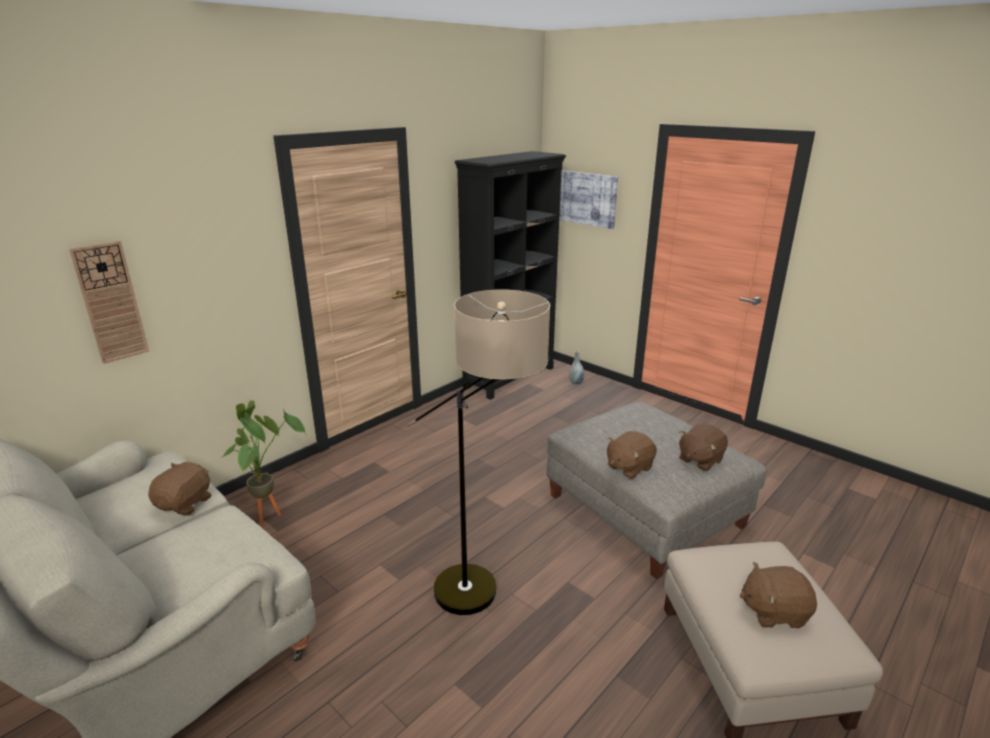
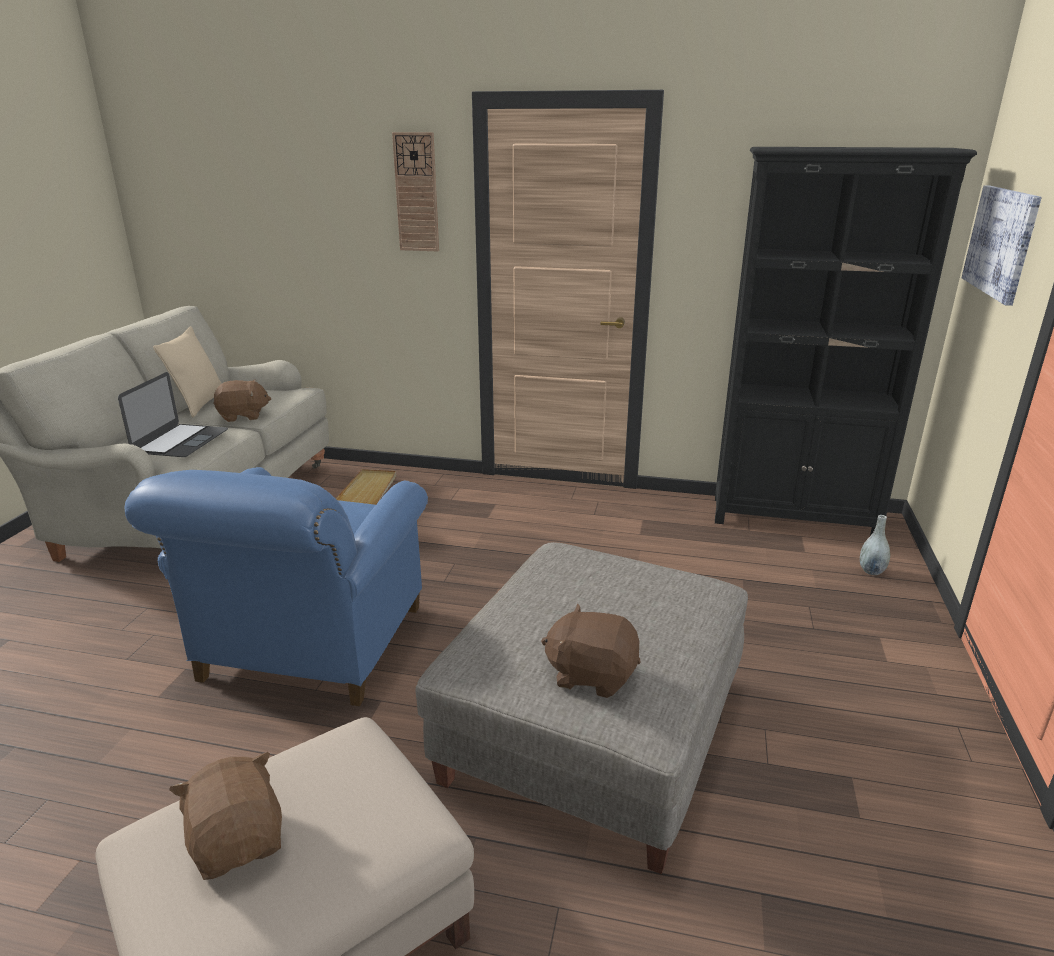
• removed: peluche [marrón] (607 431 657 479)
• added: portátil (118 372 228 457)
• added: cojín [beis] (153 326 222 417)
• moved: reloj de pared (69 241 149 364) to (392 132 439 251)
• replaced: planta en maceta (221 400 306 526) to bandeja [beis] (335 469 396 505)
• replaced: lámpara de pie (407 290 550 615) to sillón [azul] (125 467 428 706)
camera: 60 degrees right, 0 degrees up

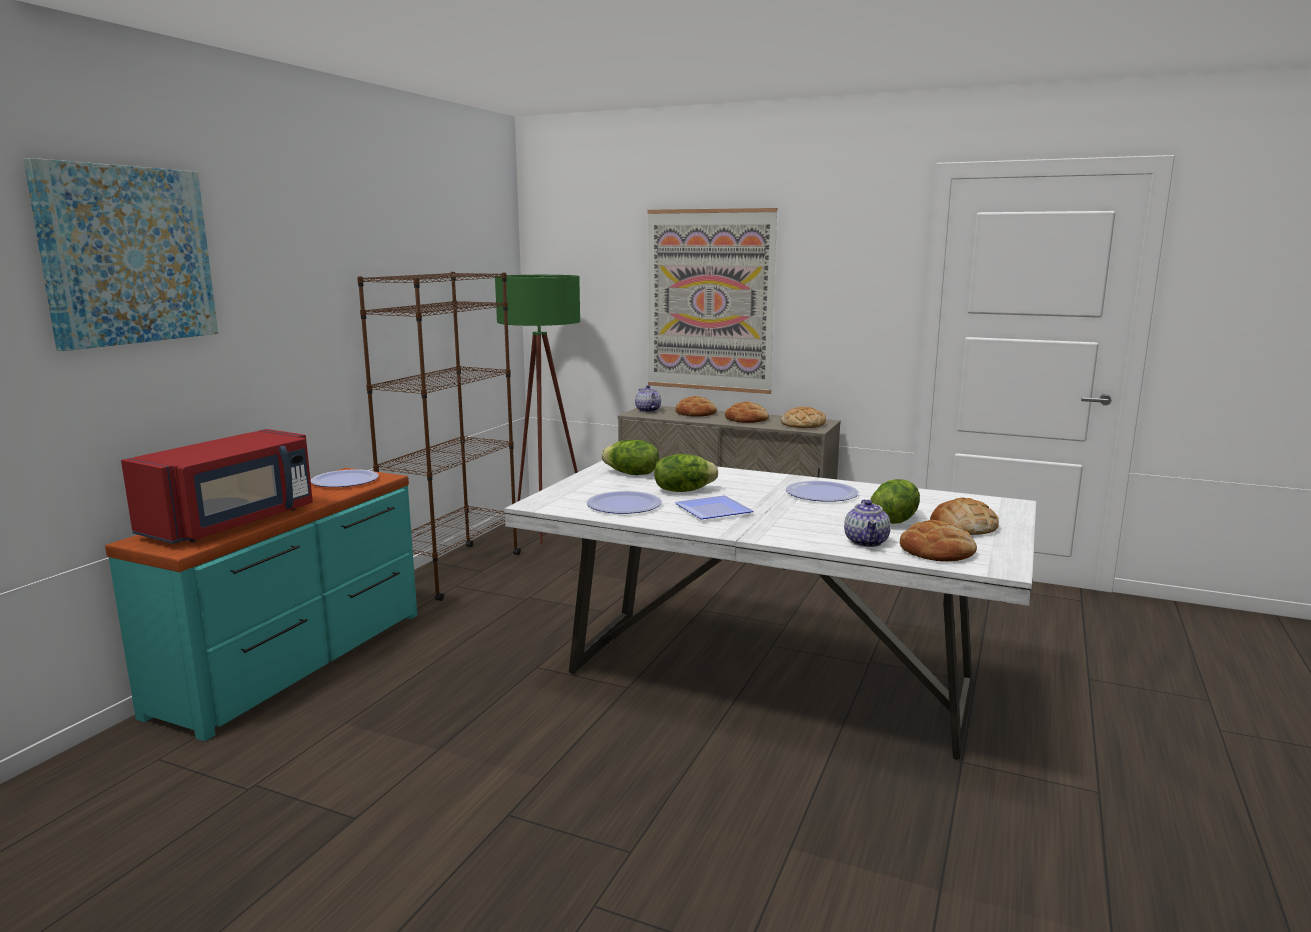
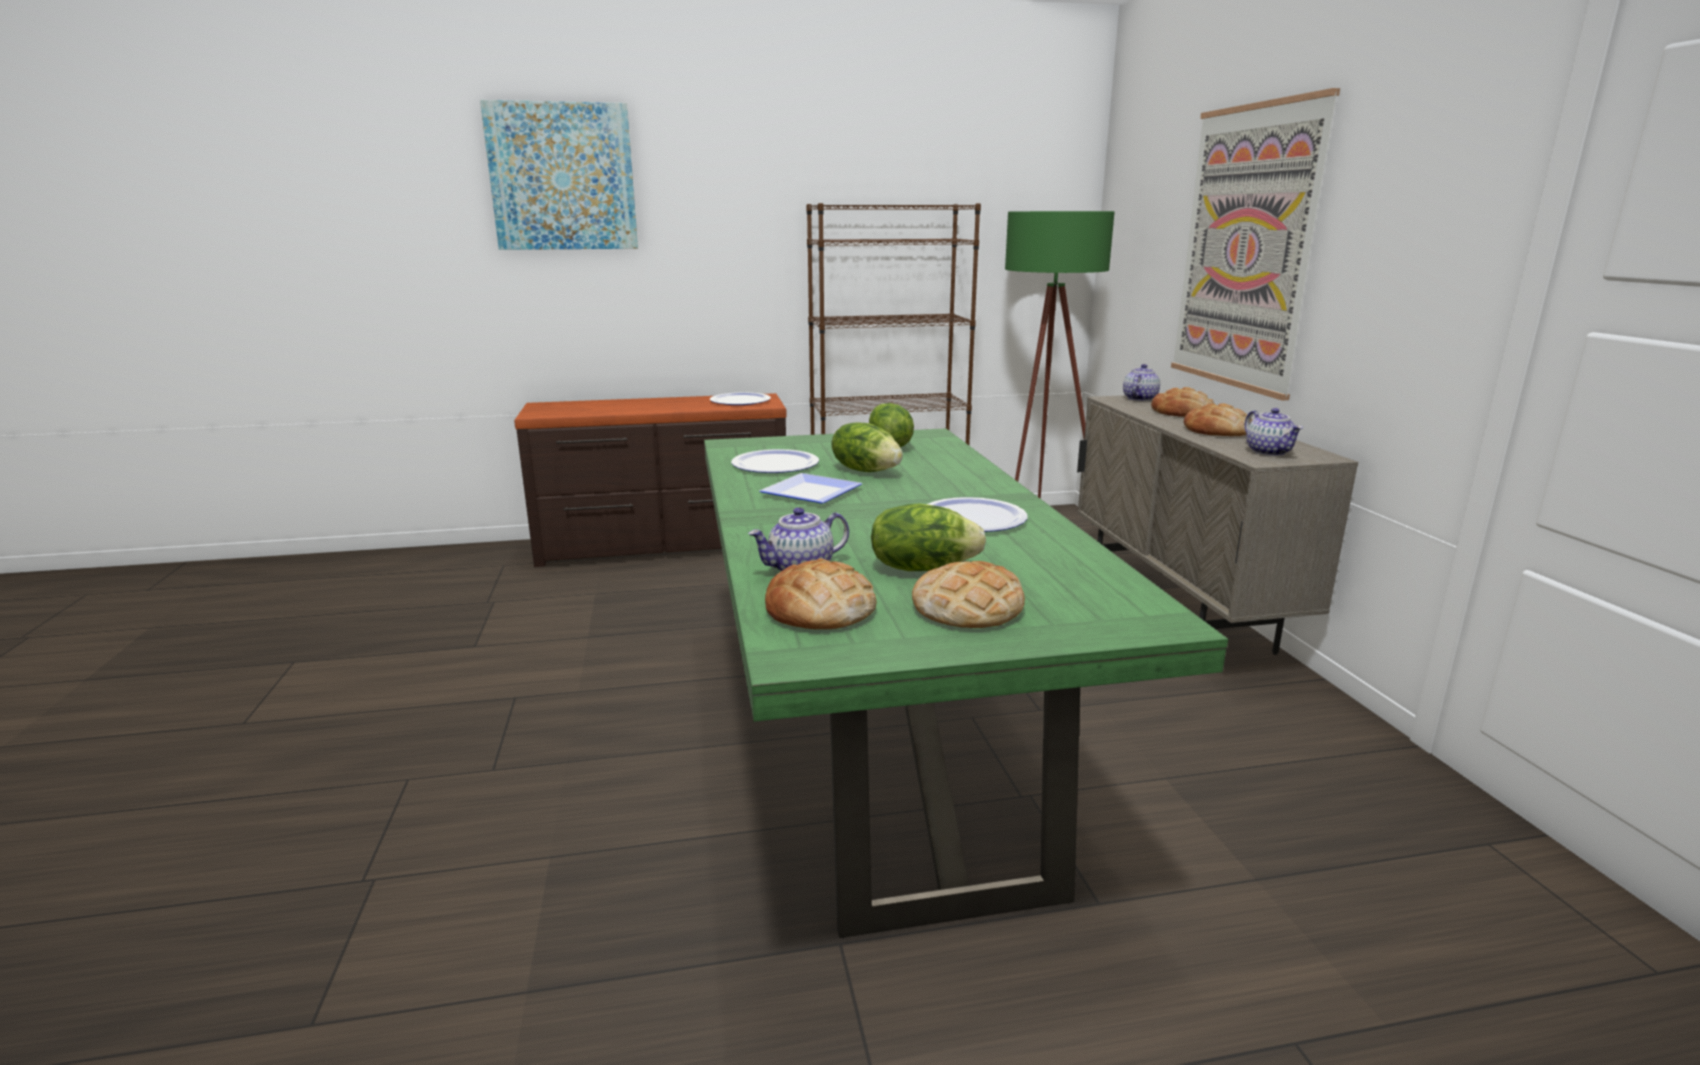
• removed: microondas [rojo] (121 429 313 544)
• replaced: pan (781 407 826 428) to tetera (1245 408 1303 456)
• recoloured: cómoda [turquesa] (105 468 417 741) to cómoda [marrón] (514 393 787 567)
• recoloured: mesa de comedor [blanco] (504 460 1036 760) to mesa de comedor [verde] (704 428 1228 938)
camera: 55 degrees right, 5 degrees up

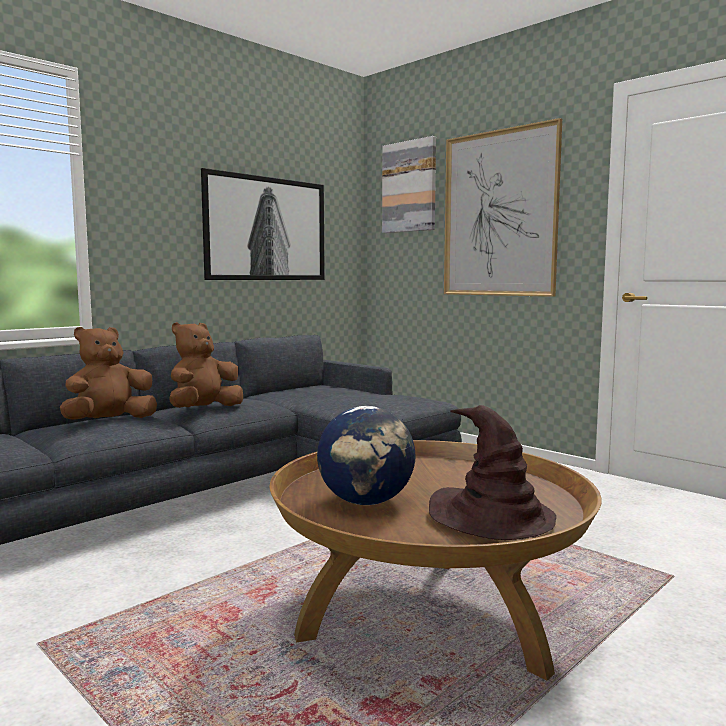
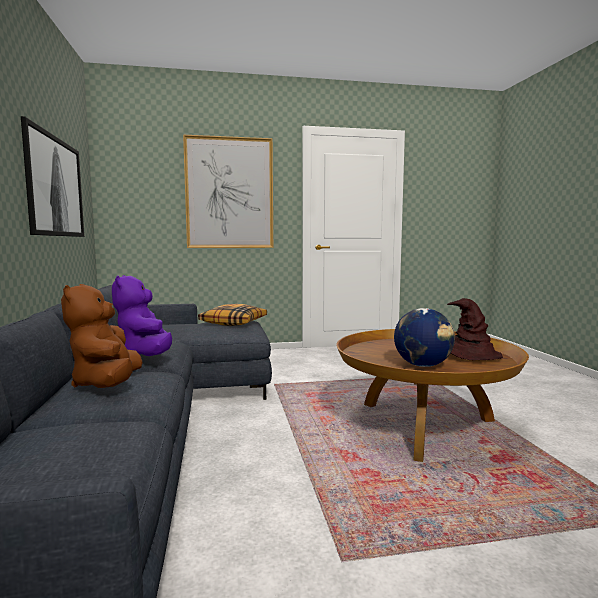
• removed: cuadro (382 136 436 233)
• added: cojín (198 304 267 326)
• recoloured: peluche [marrón] (169 322 243 408) to peluche [morado] (112 275 172 356)
camera: 55 degrees left, 0 degrees up

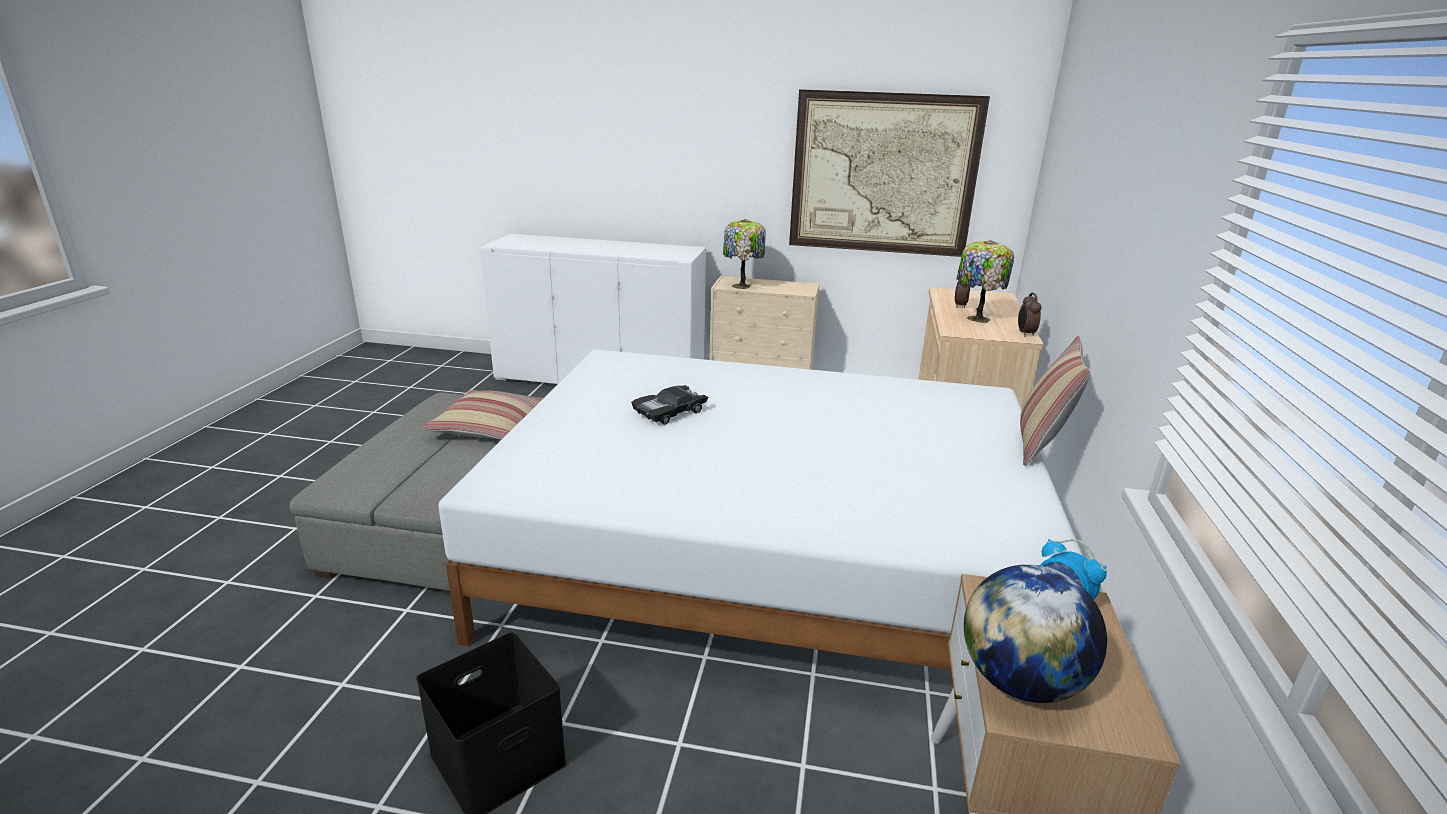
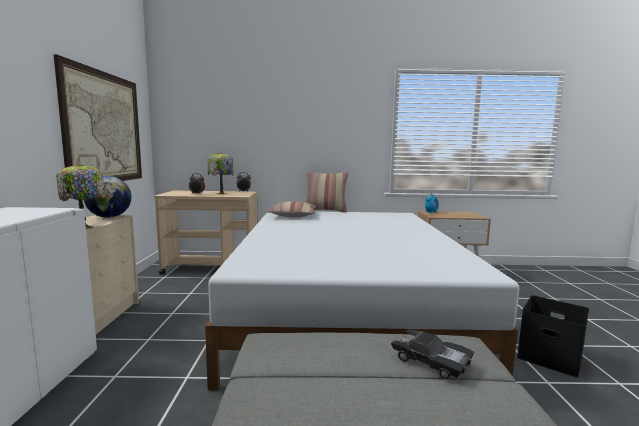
• moved: cojín (421 390 543 439) to (267 201 316 217)
• moved: coche de juguete [negro] (631 385 709 425) to (391 329 474 379)
• moved: globo terráqueo (964 564 1107 703) to (83 176 131 218)
camera: 100 degrees left, 15 degrees down

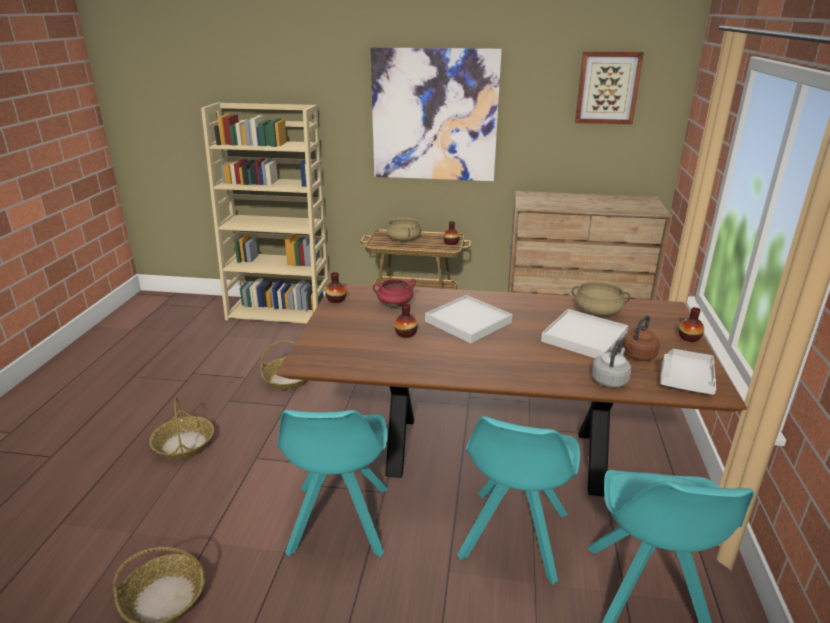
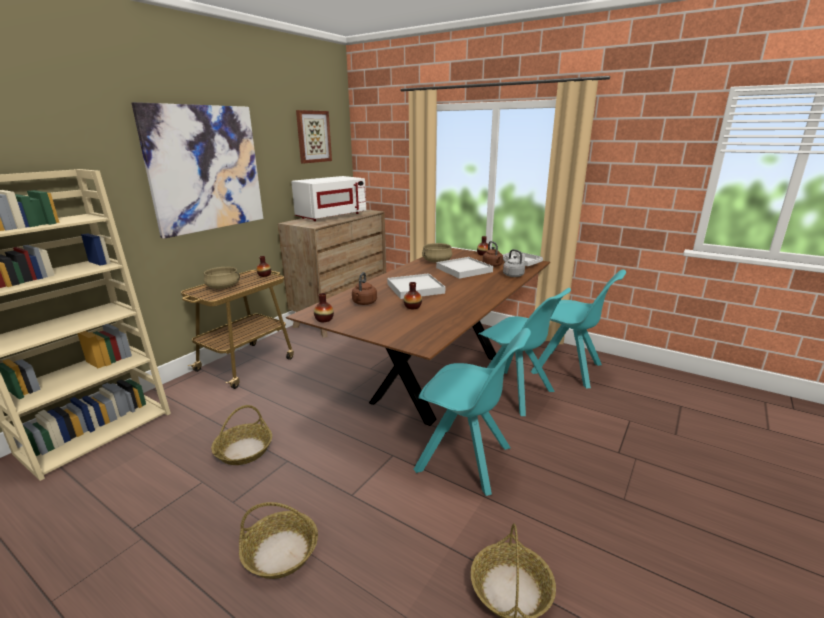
• added: microondas [blanco] (291 176 366 221)
• replaced: olla [rojo] (373 278 416 308) to hervidor [marrón] (352 272 377 305)
camera: 65 degrees left, 5 degrees down

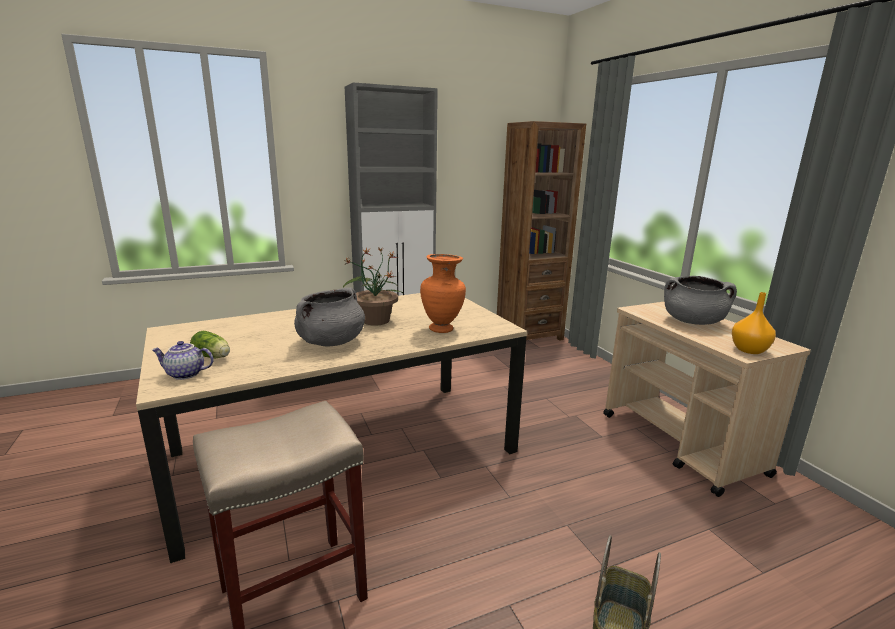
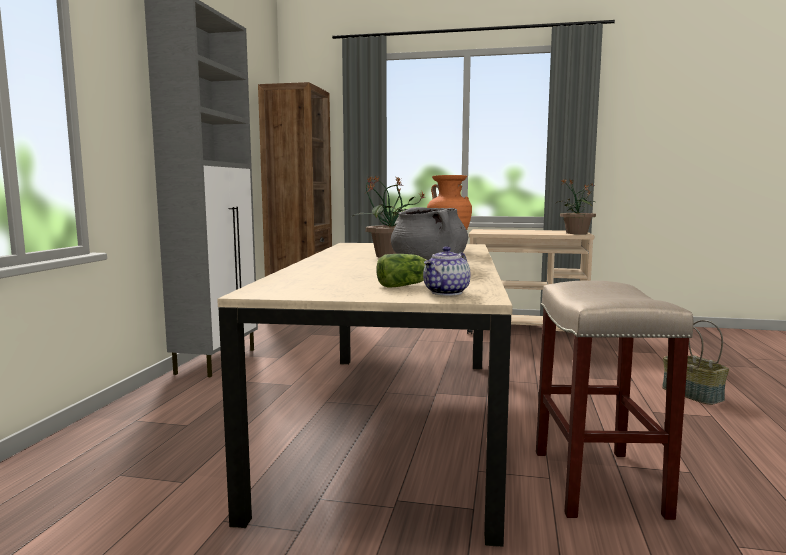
• removed: olla [gris] (664 276 737 325)
• replaced: florero [naranja] (732 292 776 354) to planta en maceta (555 179 596 234)
camera: 55 degrees left, 10 degrees down

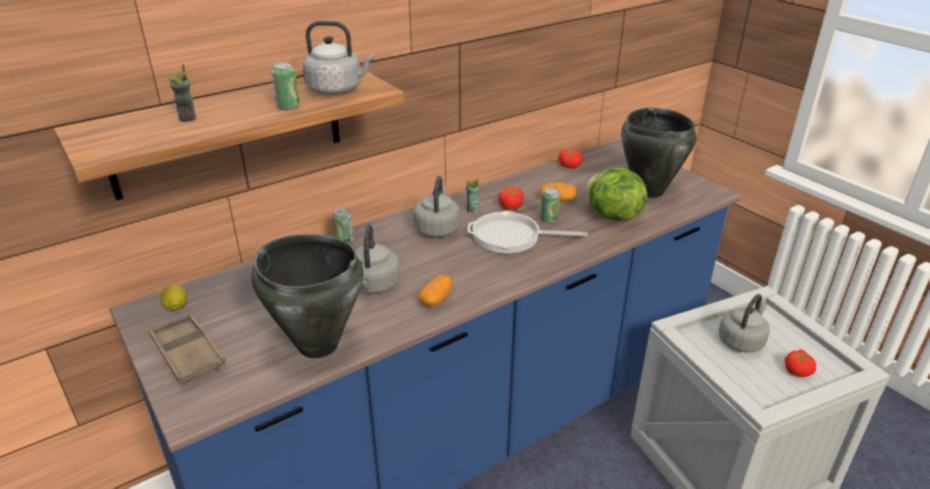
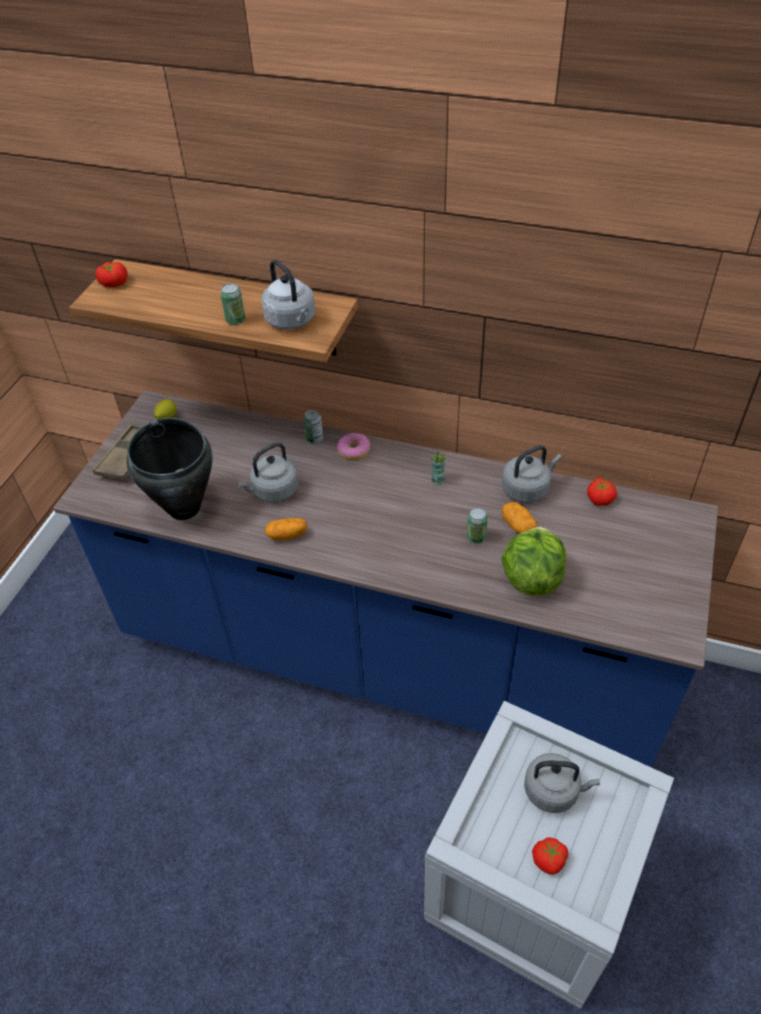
• removed: taza (168 64 196 122)
• removed: sartén (467 211 588 254)
• removed: olla [negro] (621 108 697 198)
• added: rosquilla (337 433 370 461)
• moved: hervidor [gris] (413 176 460 238) to (502 445 562 503)
• moved: tomate (498 187 524 210) to (96 262 128 287)
camera: 55 degrees right, 15 degrees up

